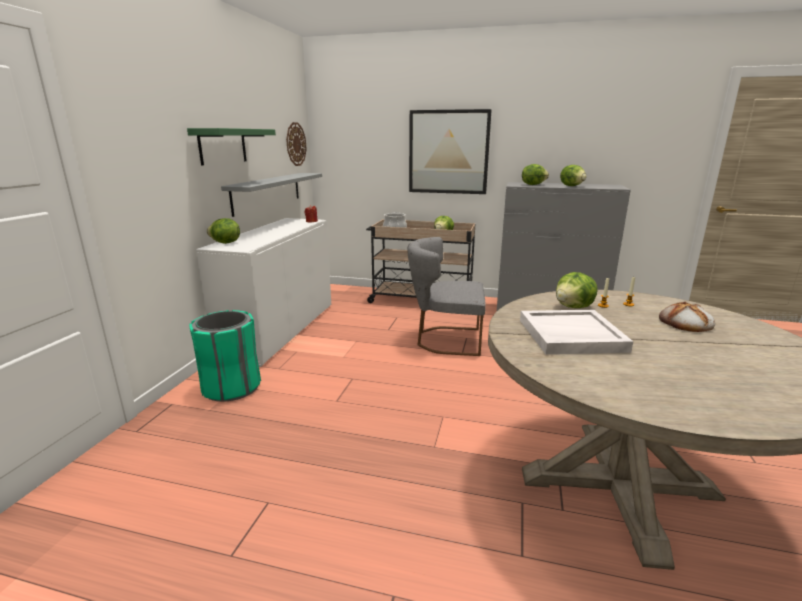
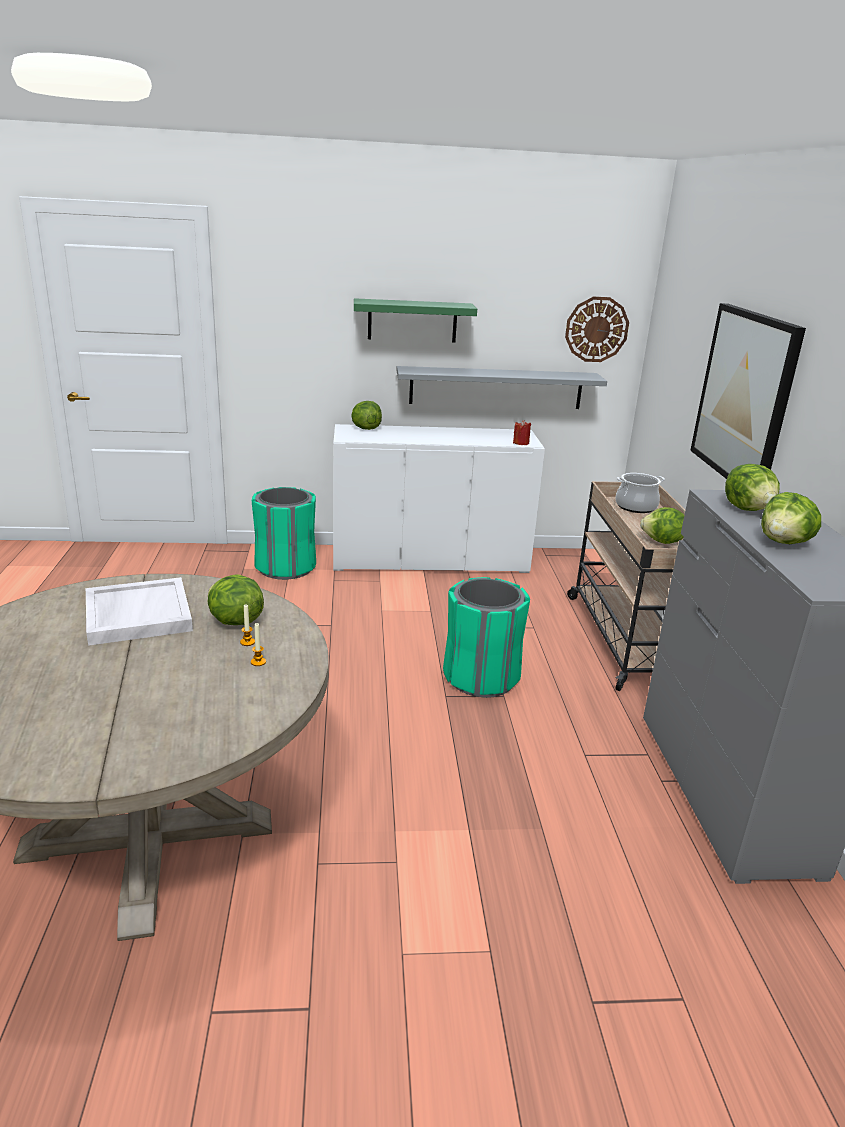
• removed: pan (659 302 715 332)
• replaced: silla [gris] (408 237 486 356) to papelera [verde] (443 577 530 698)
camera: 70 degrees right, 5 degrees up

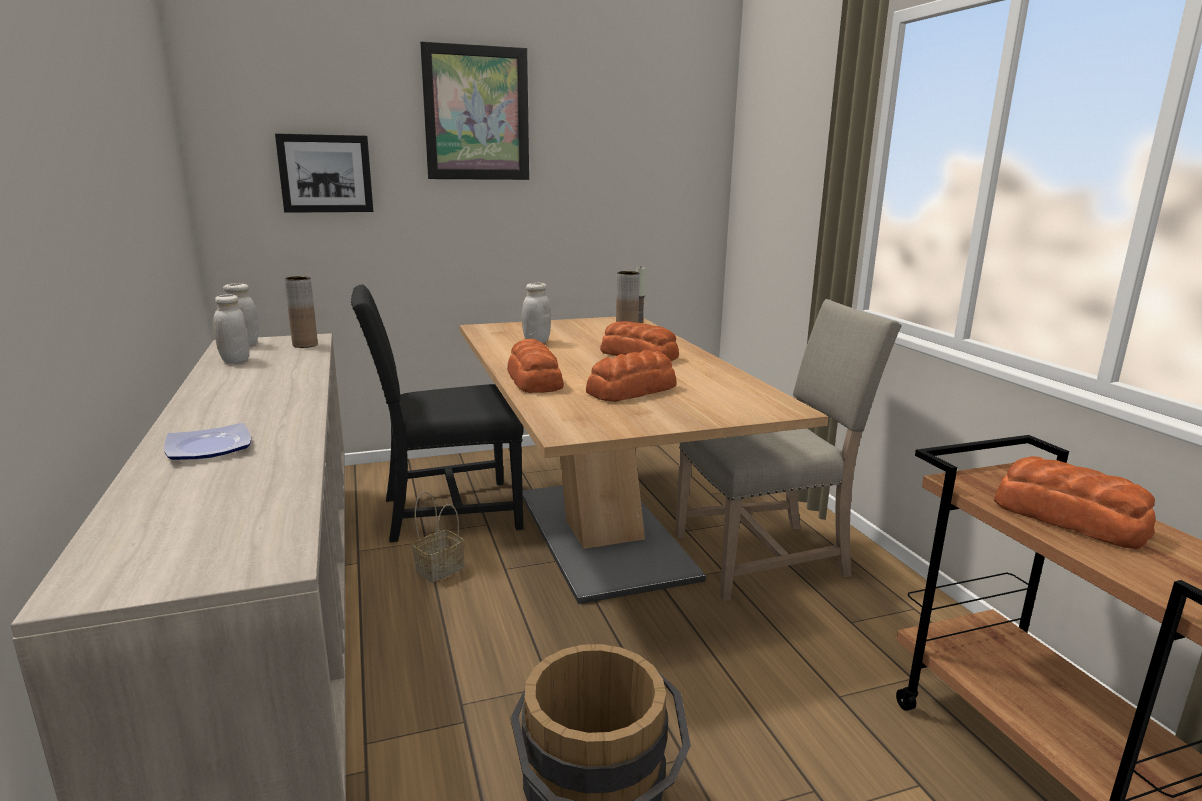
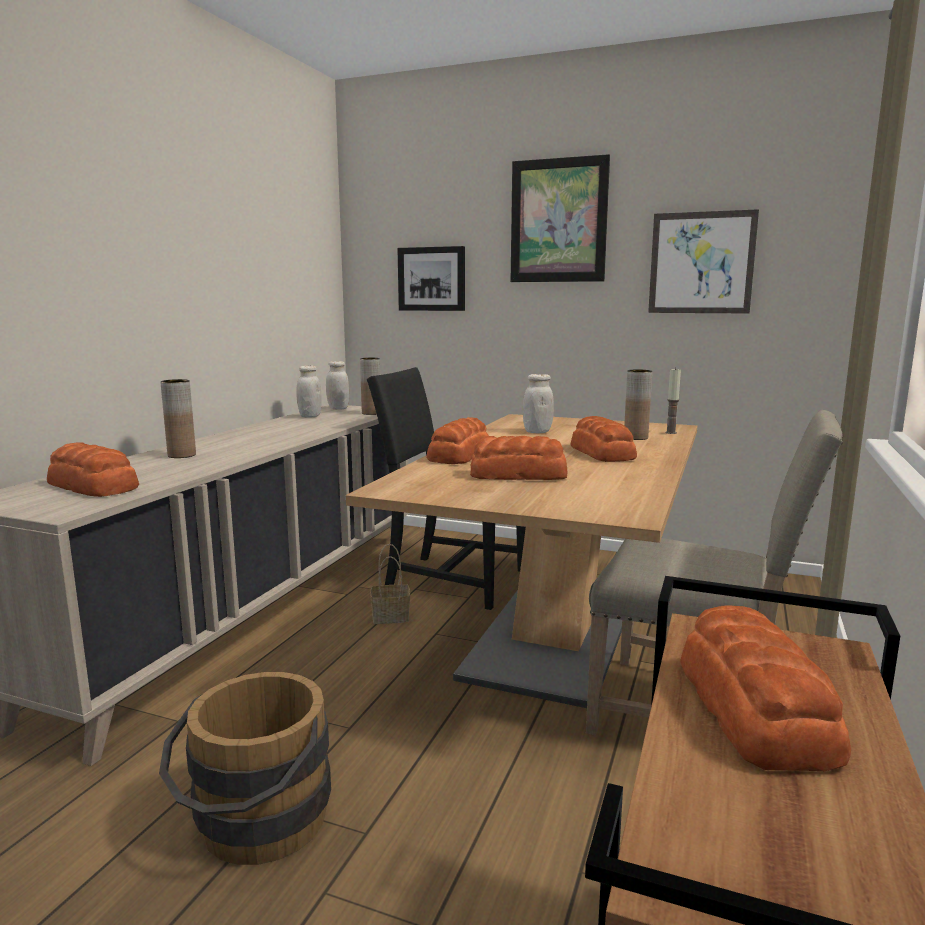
• added: pan (47 442 139 497)
• added: cuadro (648 209 759 314)
• replaced: plato (164 423 251 460) to florero [marrón] (160 379 196 458)
camera: 40 degrees right, 5 degrees down

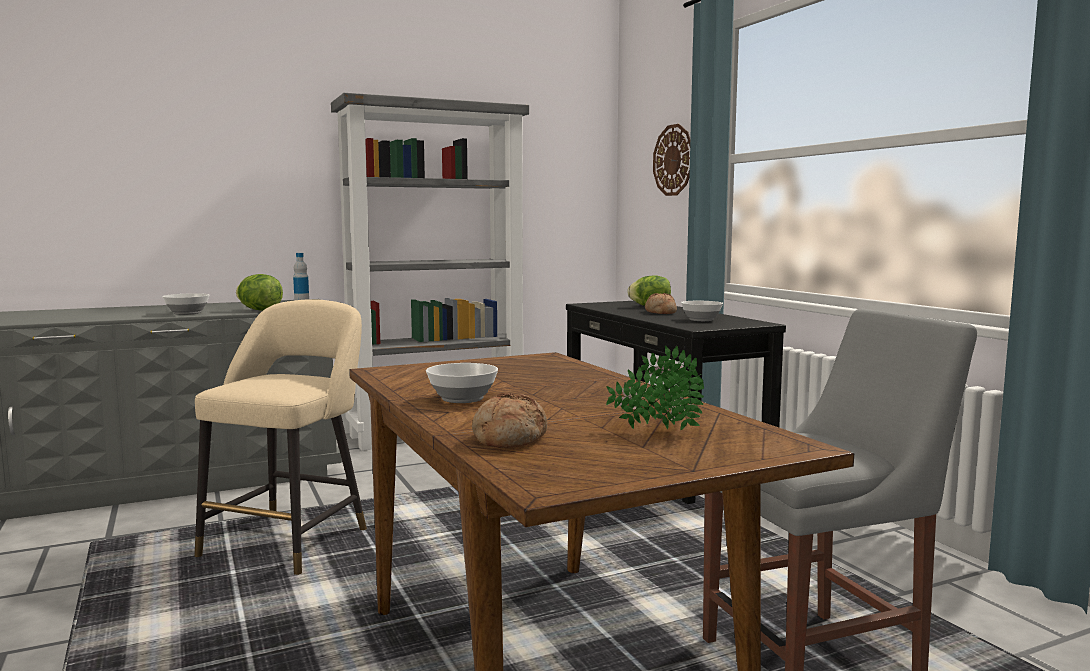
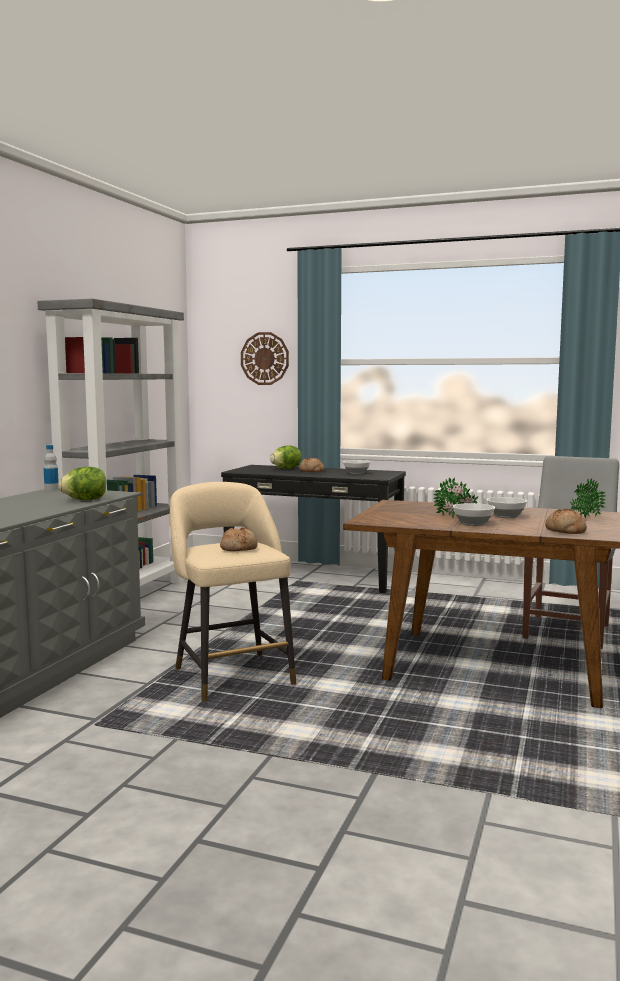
• added: pan (220 527 258 551)
• added: planta en maceta (434 477 478 517)
• moved: cuenco (162 293 209 315) to (487 497 527 518)
camera: 45 degrees left, 0 degrees up

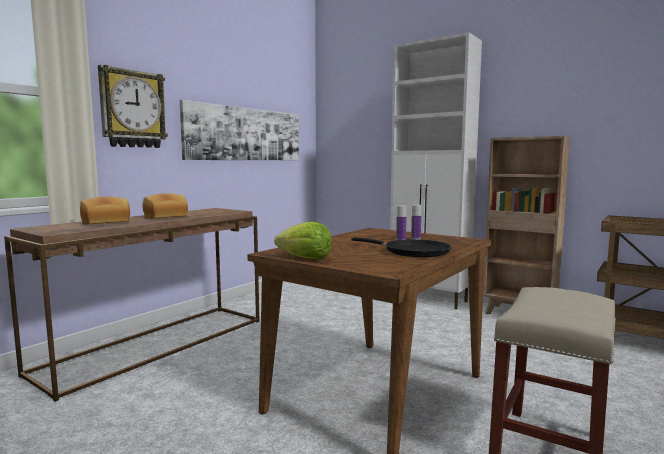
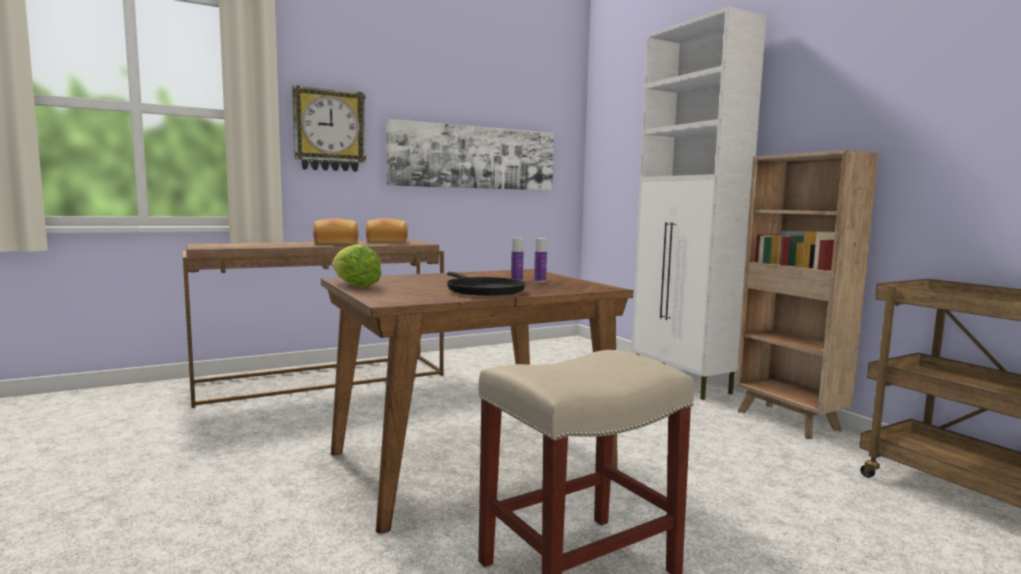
• moved: pan (80 196 130 225) to (366 218 408 243)
camera: 25 degrees right, 0 degrees up

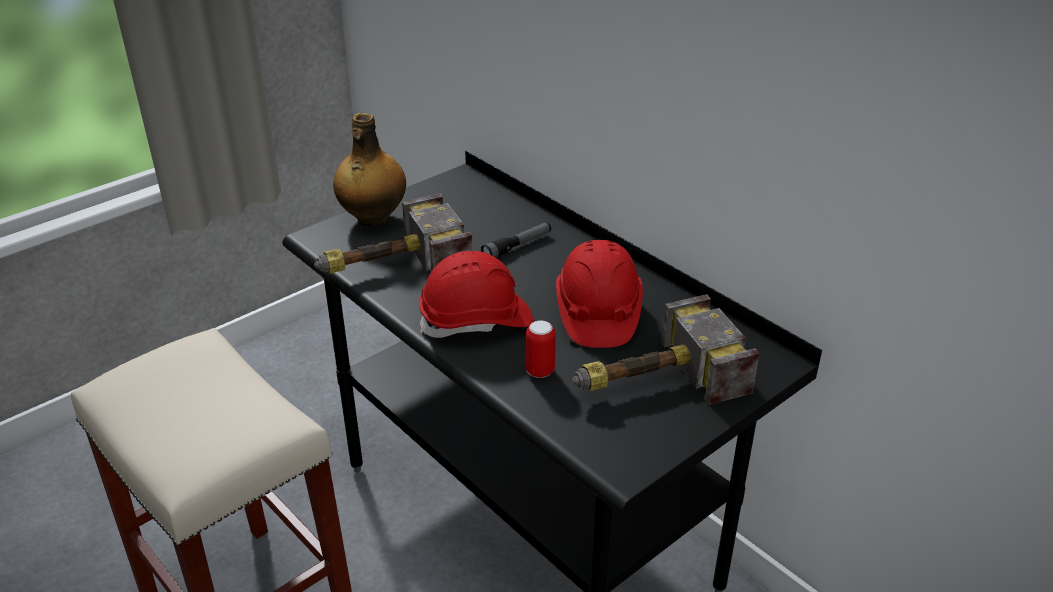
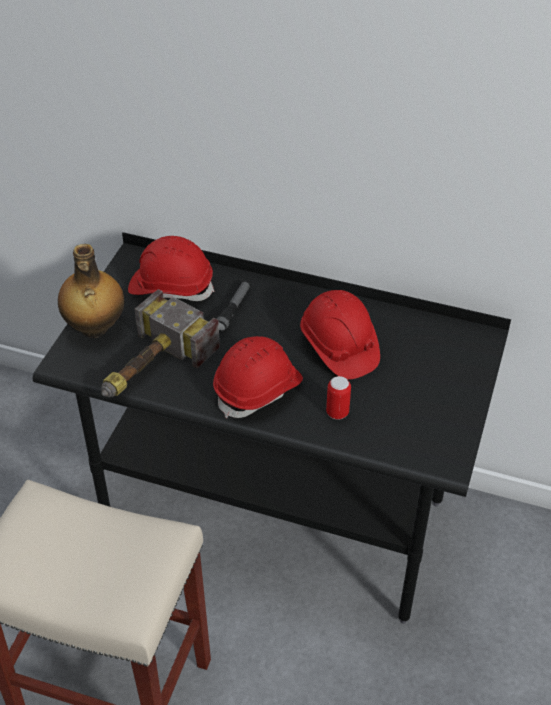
• removed: martillo (572 294 760 405)
• added: casco [rojo] (128 236 214 301)
camera: 30 degrees left, 10 degrees up

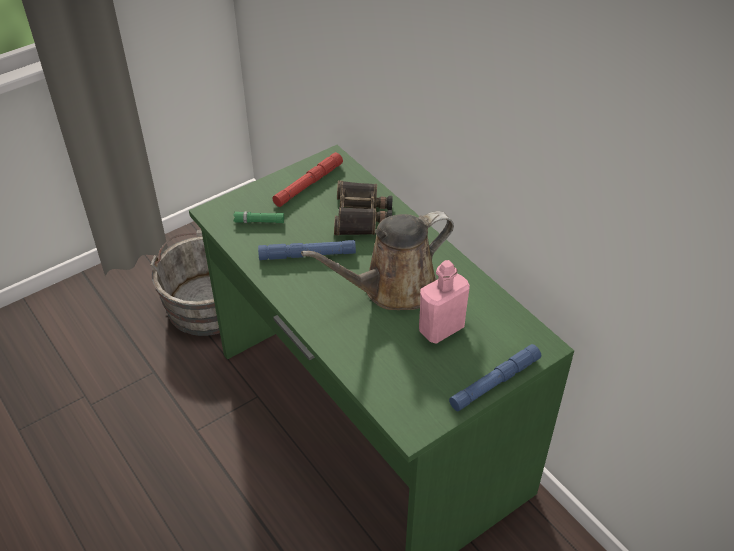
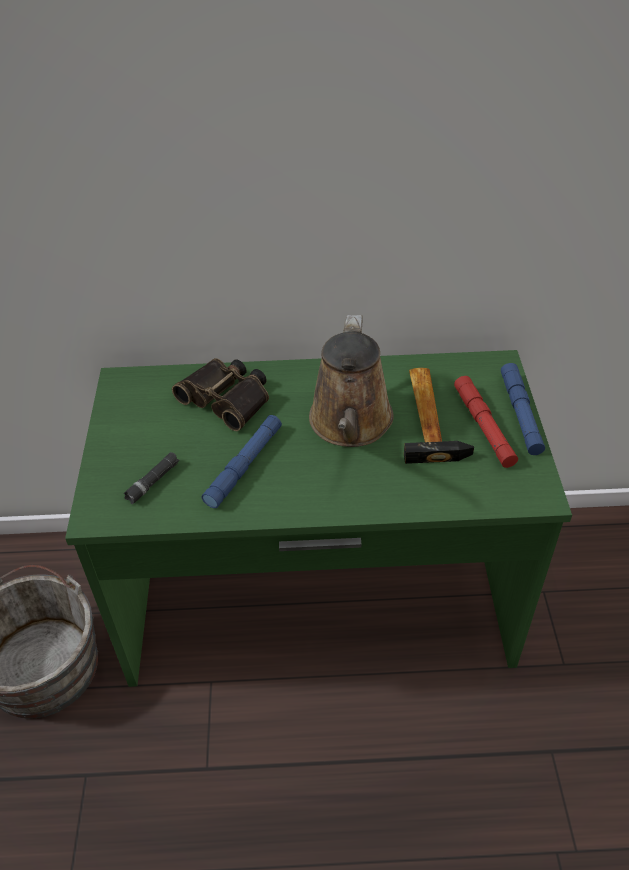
• moved: linterna [rojo] (272 152 343 207) to (454 376 518 468)
• replaced: botella [rosa] (419 260 470 344) to martillo (404 368 474 464)
• recoloured: linterna [verde] (233 212 284 223) to linterna [negro] (123 452 179 504)
camera: 55 degrees left, 0 degrees up

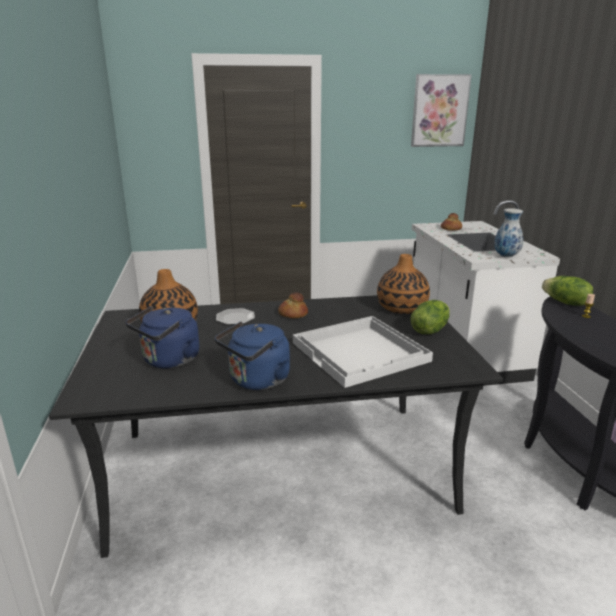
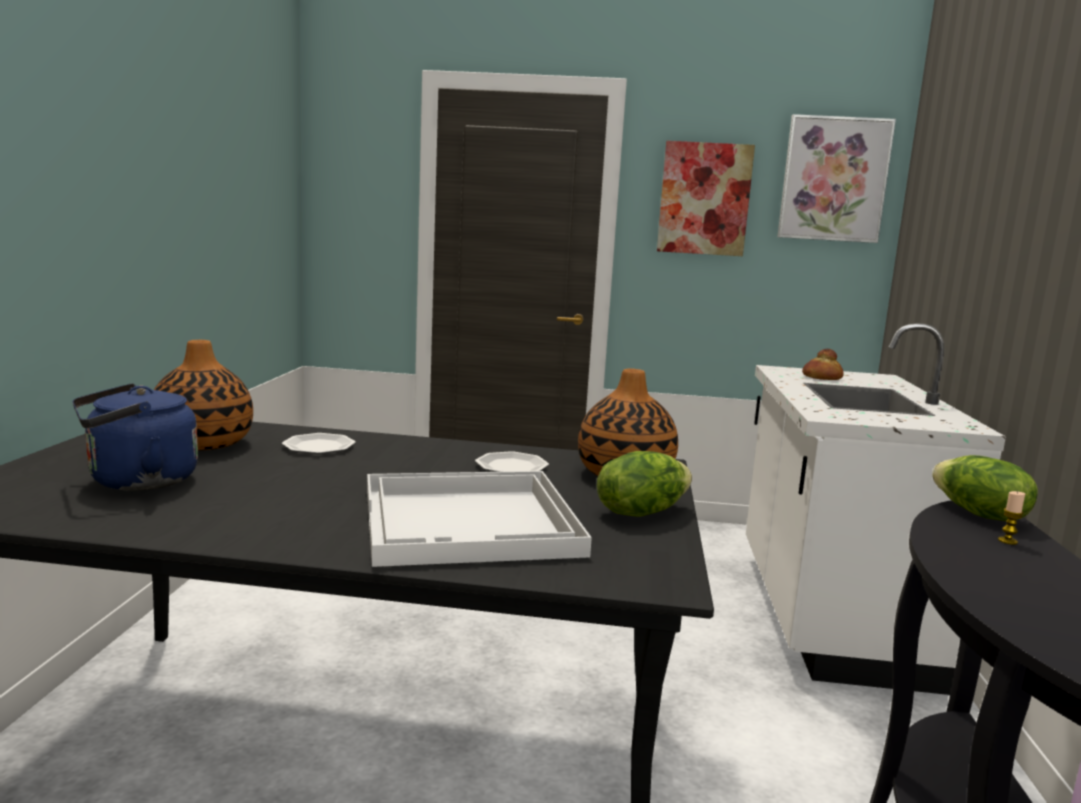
• removed: hervidor [azul] (215 321 290 390)
• removed: pan (278 292 308 318)
• removed: florero (494 208 523 257)
• added: plato (475 451 549 472)
• added: cuadro (657 141 755 256)
camera: 15 degrees right, 10 degrees down

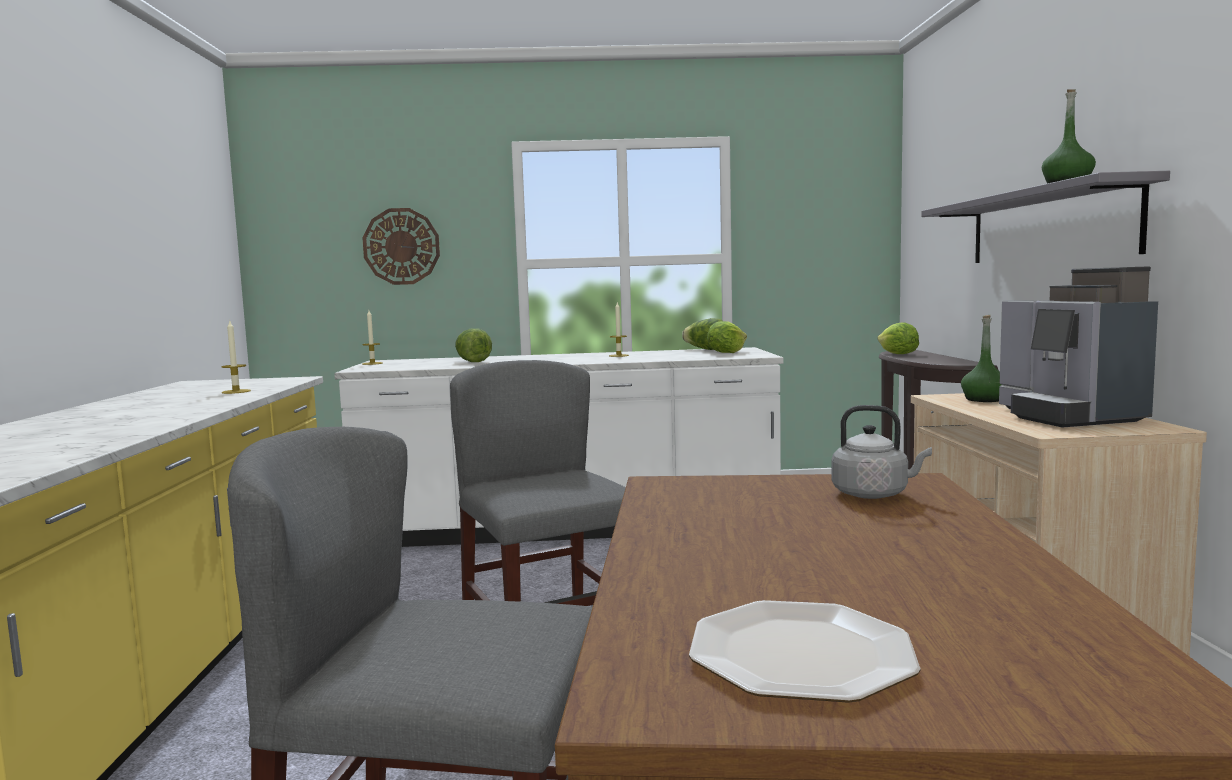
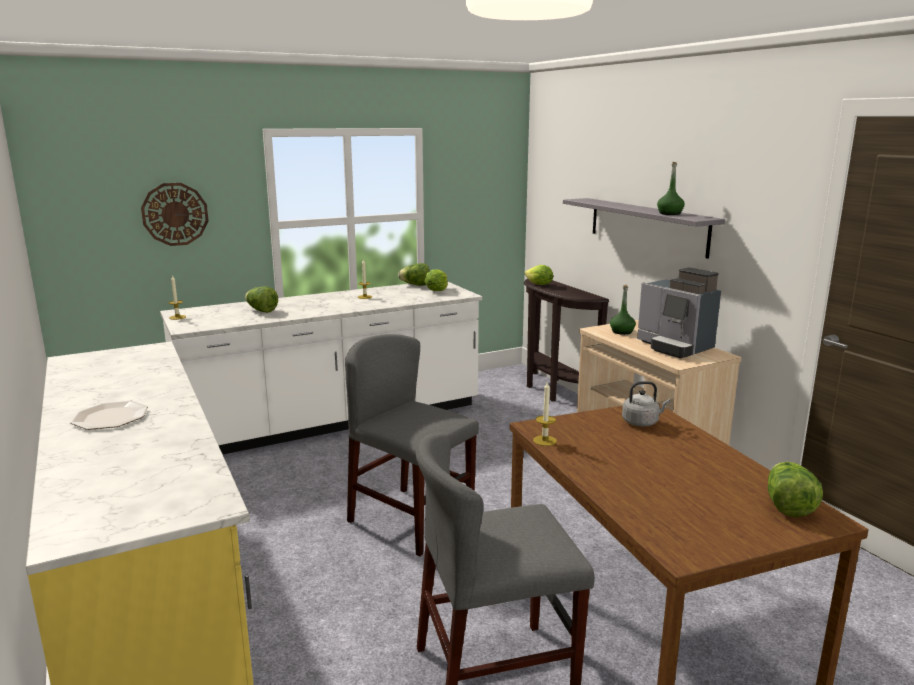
• added: lechuga (768 462 823 517)
• moved: vela (221 321 251 394) to (533 381 557 446)
• moved: plato (689 600 921 703) to (70 401 148 430)
camera: 25 degrees left, 10 degrees up

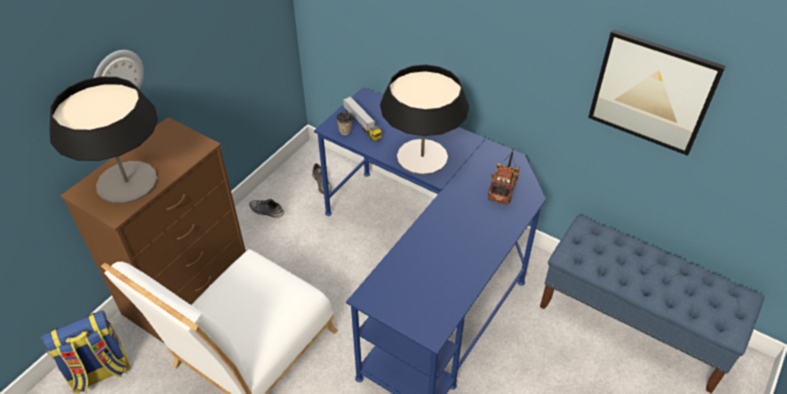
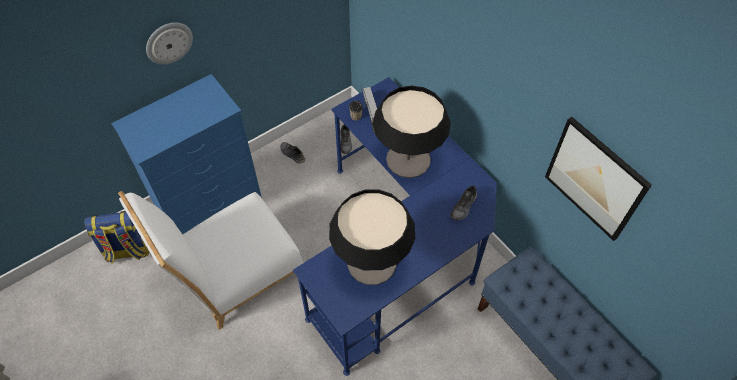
• moved: lámpara de mesa (50 77 158 204) to (329 189 415 285)
• replaced: camión de juguete (488 149 520 205) to zapato [gris] (451 185 477 221)
• recoloured: cómoda [marrón] (60 117 246 344) to cómoda [azul] (111 74 262 234)
camera: 20 degrees right, 10 degrees up

